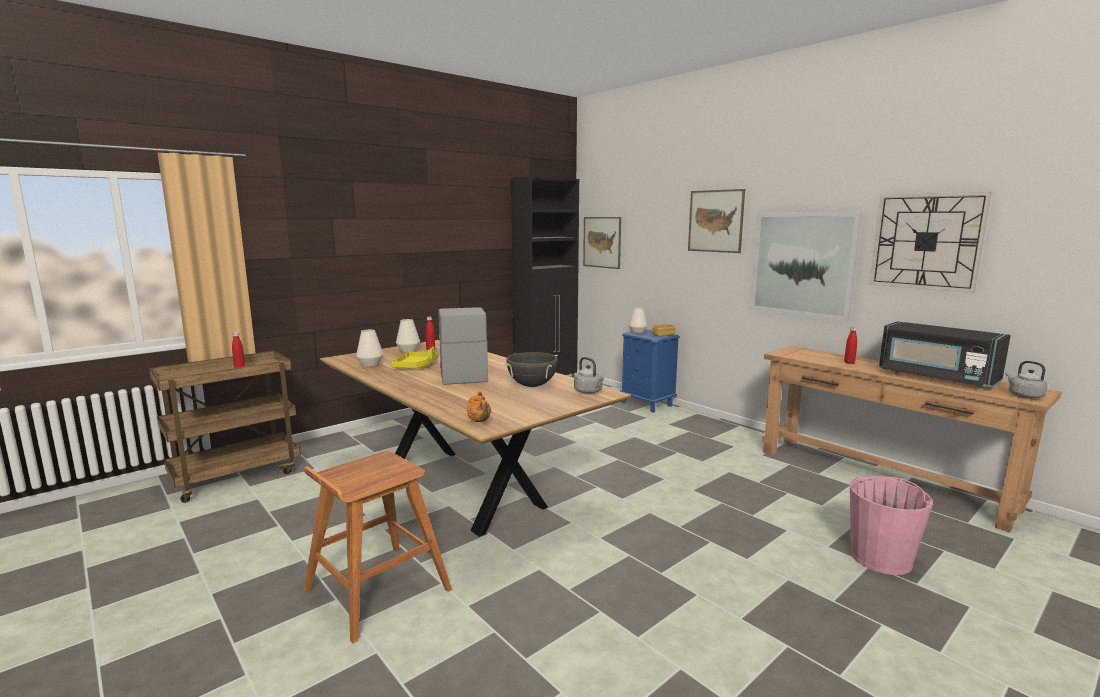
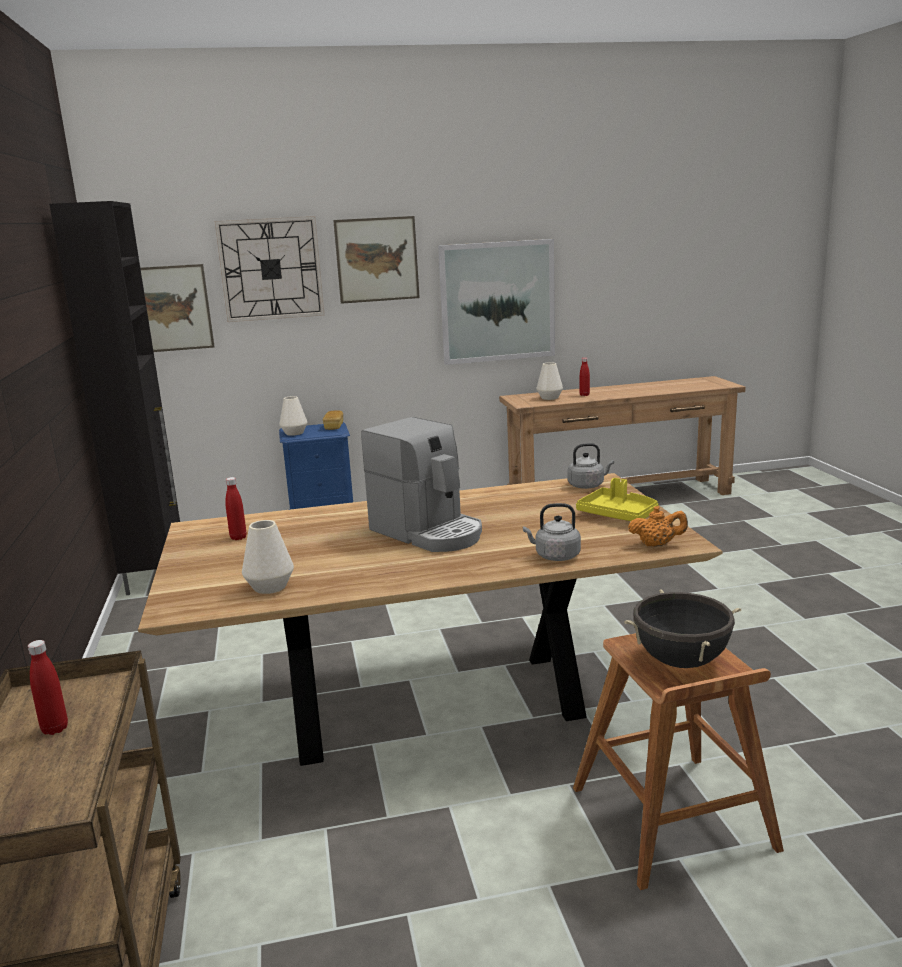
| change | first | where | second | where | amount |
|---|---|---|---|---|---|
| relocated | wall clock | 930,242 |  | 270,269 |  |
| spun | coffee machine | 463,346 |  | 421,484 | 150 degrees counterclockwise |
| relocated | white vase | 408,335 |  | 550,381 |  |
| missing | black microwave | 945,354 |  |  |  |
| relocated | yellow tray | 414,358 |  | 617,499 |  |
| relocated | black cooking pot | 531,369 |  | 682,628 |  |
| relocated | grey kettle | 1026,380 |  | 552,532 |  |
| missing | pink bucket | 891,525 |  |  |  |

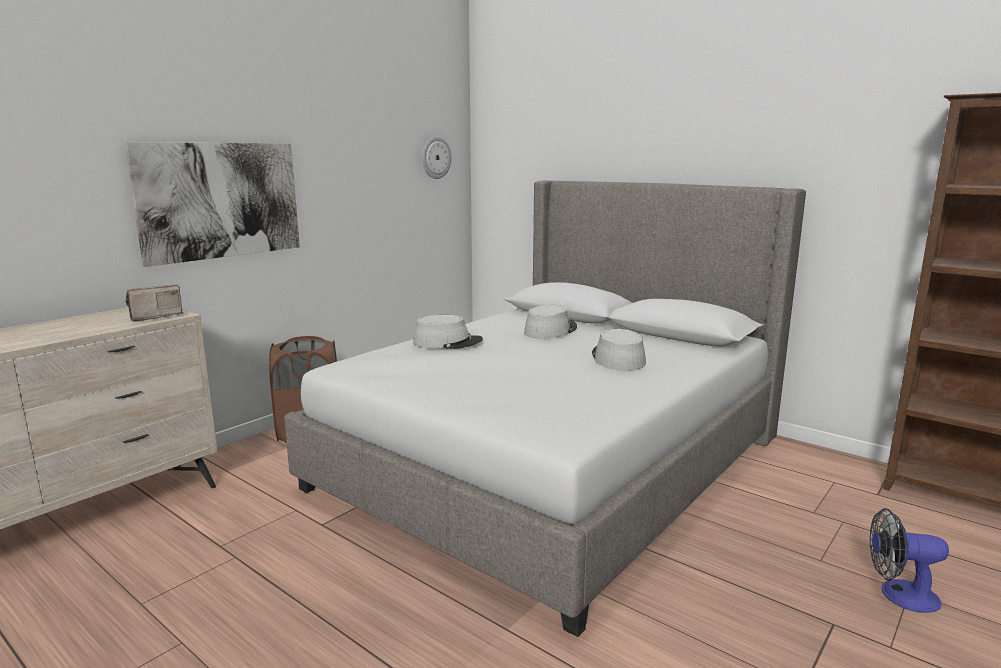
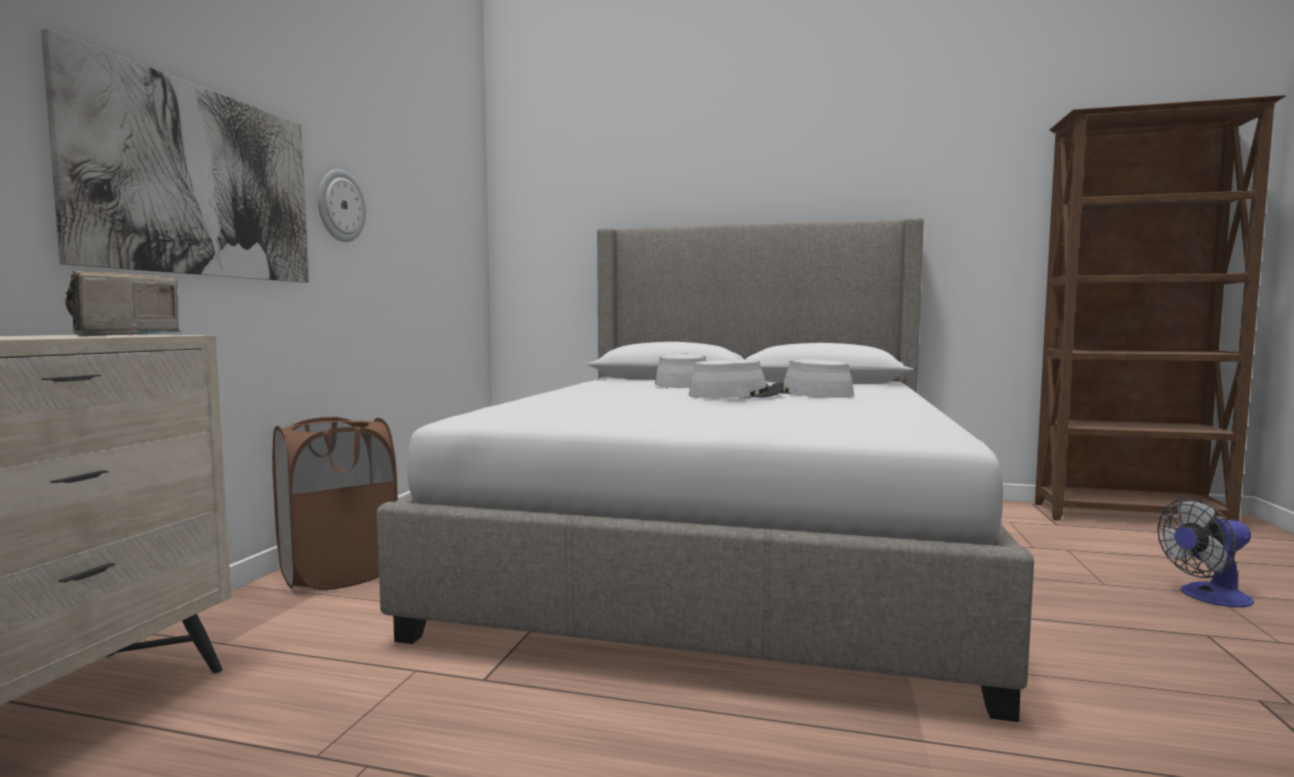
| change | first | where | second | where | amount |
|---|---|---|---|---|---|
| relocated | wall clock | 436,157 |  | 342,205 |  |
| relocated | grey hat | 448,332 |  | 736,378 |  |

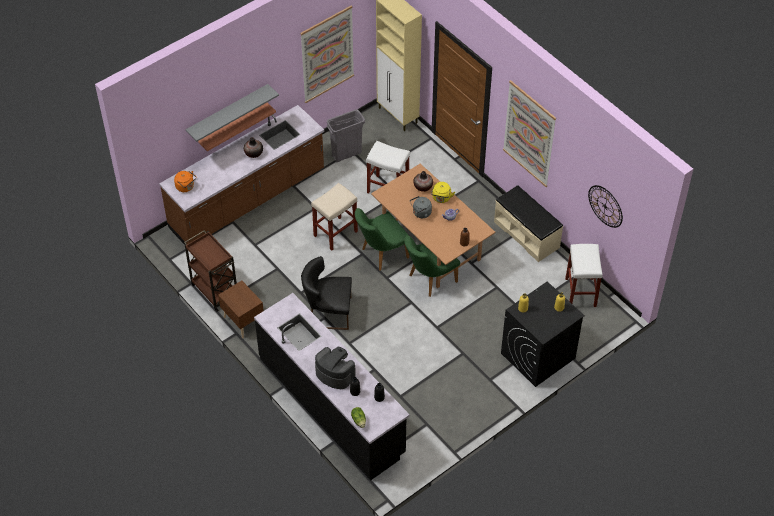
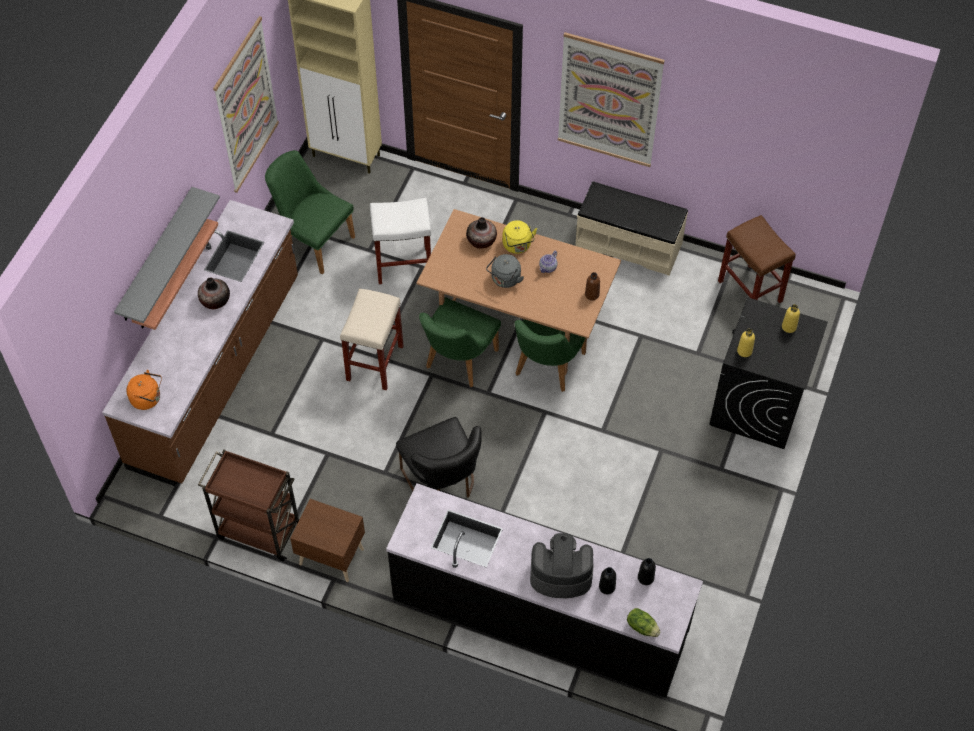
| change | first | where | second | where | amount |
|---|---|---|---|---|---|
| exchanged | grey trash can | 346,135 | green chair | 310,212 |  |
| missing | wall clock | 605,206 |  |  |  |
| colour | white stool | 584,275 | brown stool | 757,259 |  |
| spun | black chair | 326,293 |  | 439,457 | 90 degrees counterclockwise |

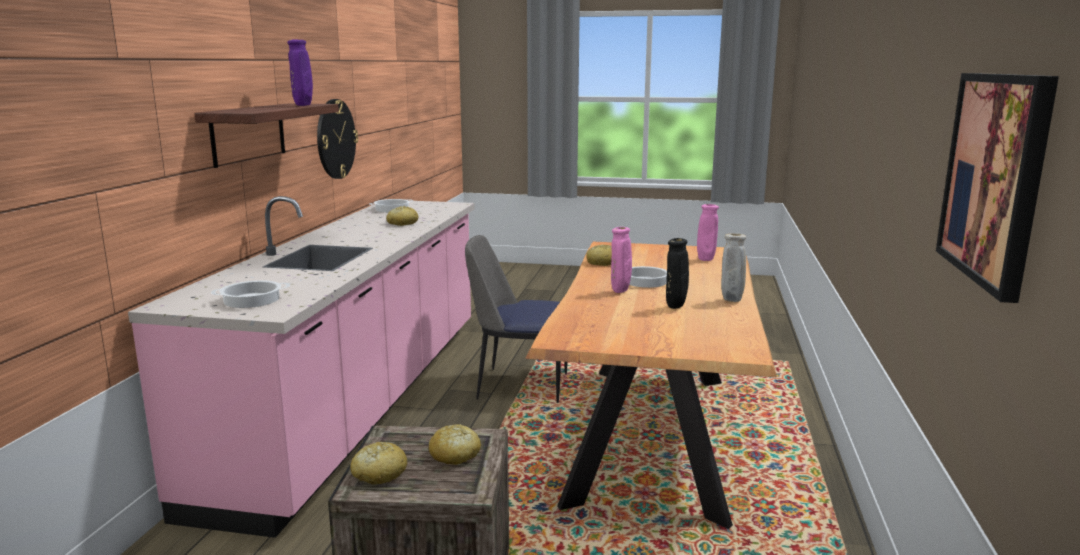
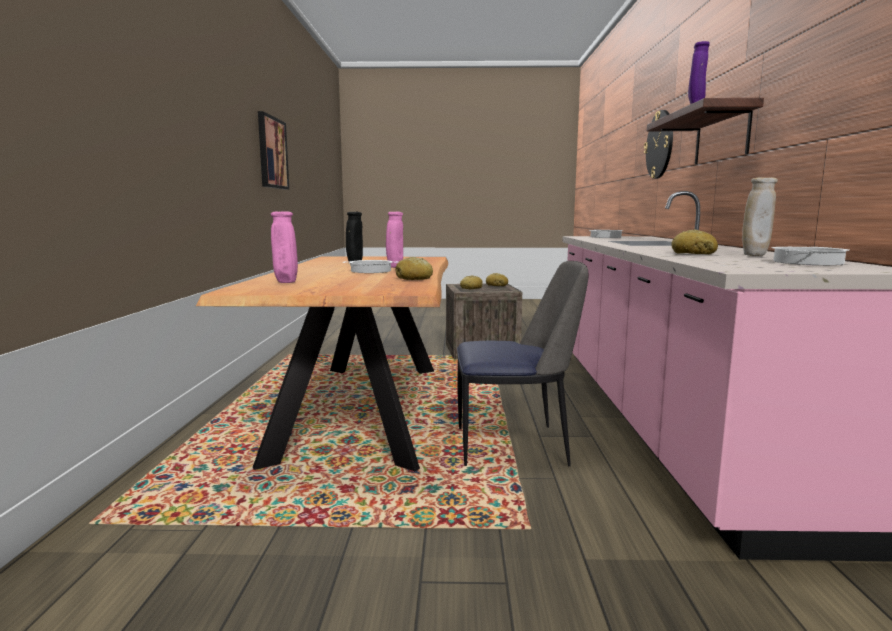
| change | first | where | second | where | amount |
|---|---|---|---|---|---|
| relocated | wall clock | 337,139 |  | 658,144 |  |
| relocated | beige vase | 733,267 |  | 760,216 |  |

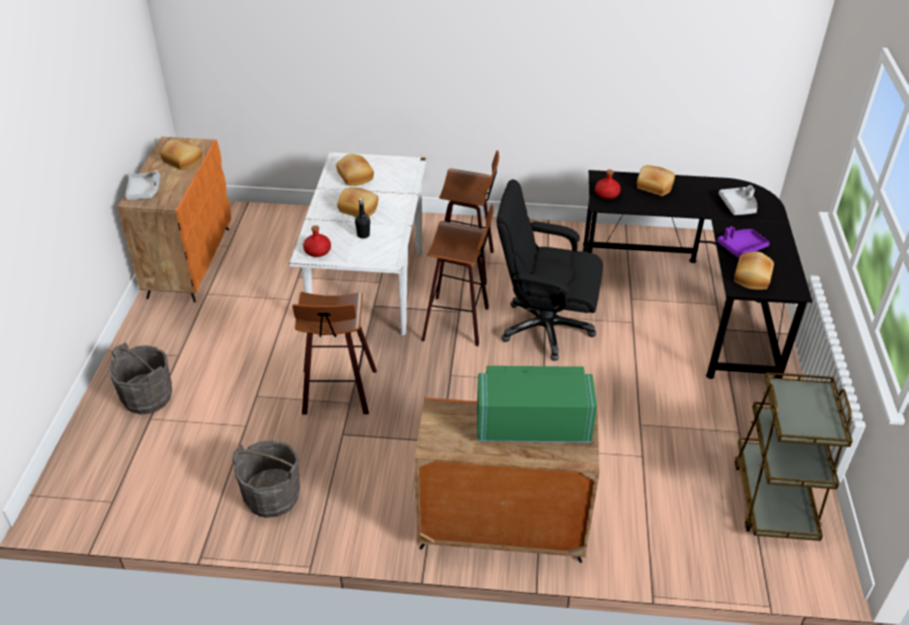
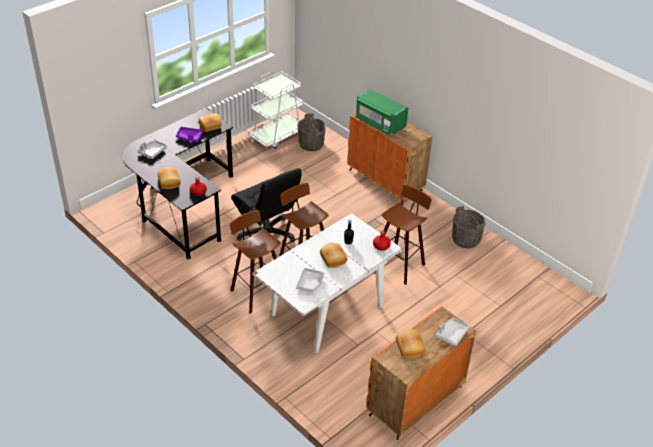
| change | first | where | second | where | amount |
|---|---|---|---|---|---|
| exchanged | bread | 355,170 | grey tray | 310,280 |  |
| relocated | grey bucket | 140,378 |  | 311,132 |  |
| colour | brown cart | 794,456 | white cart | 276,110 |  |

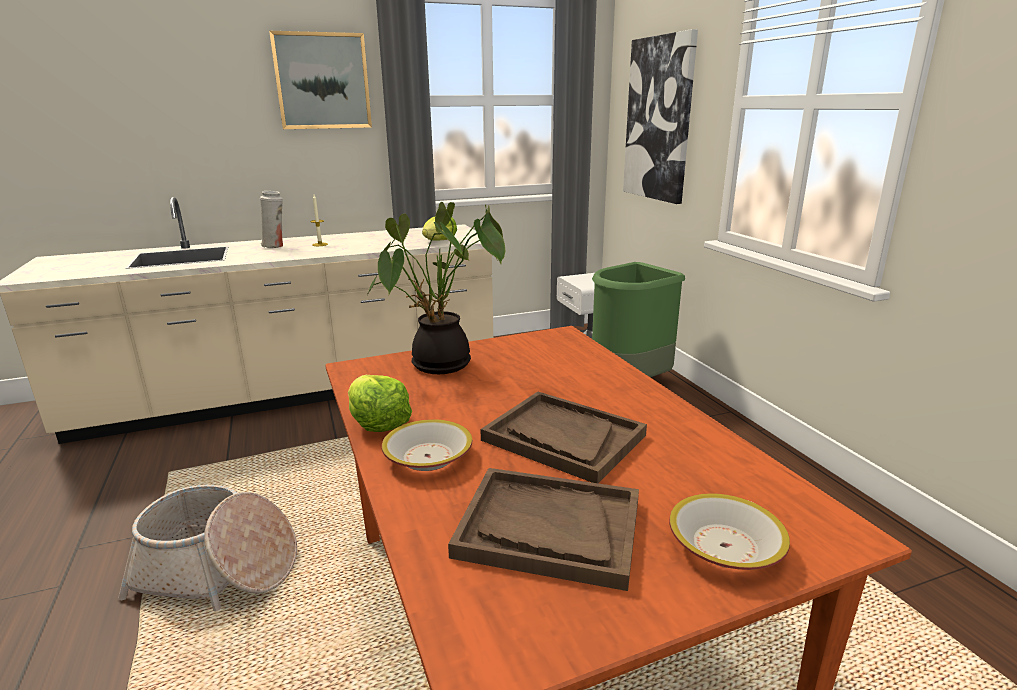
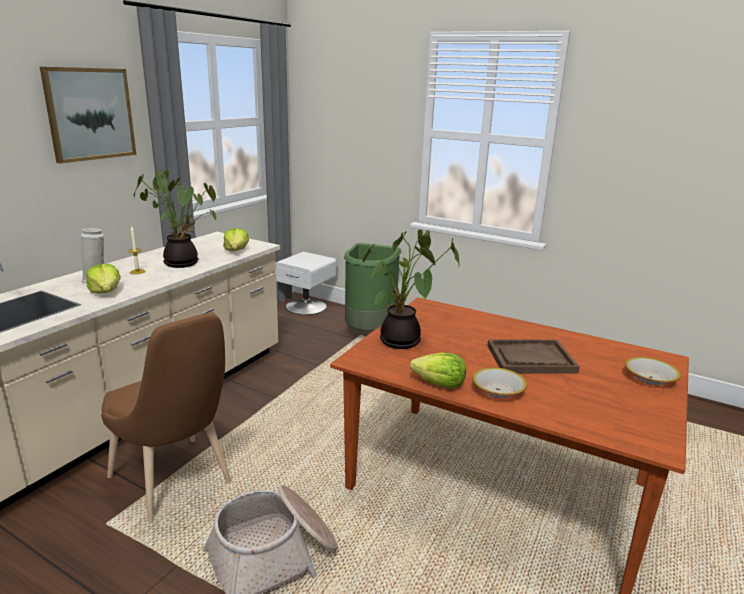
| change | first | where | second | where | amount |
|---|---|---|---|---|---|
| missing | picture | 660,116 |  |  |  |
| missing | brown tray | 543,529 |  |  |  |
| appeared |  |  | potted plant | 174,218 |  |
| appeared |  |  | lettuce | 104,279 |  |
| appeared |  |  | brown chair | 166,418 |  |

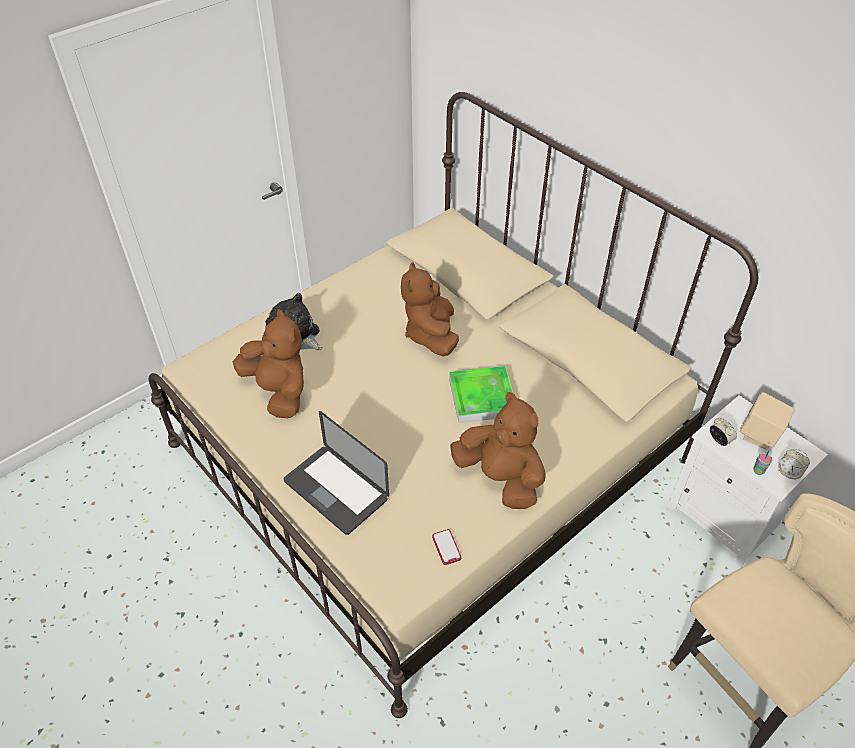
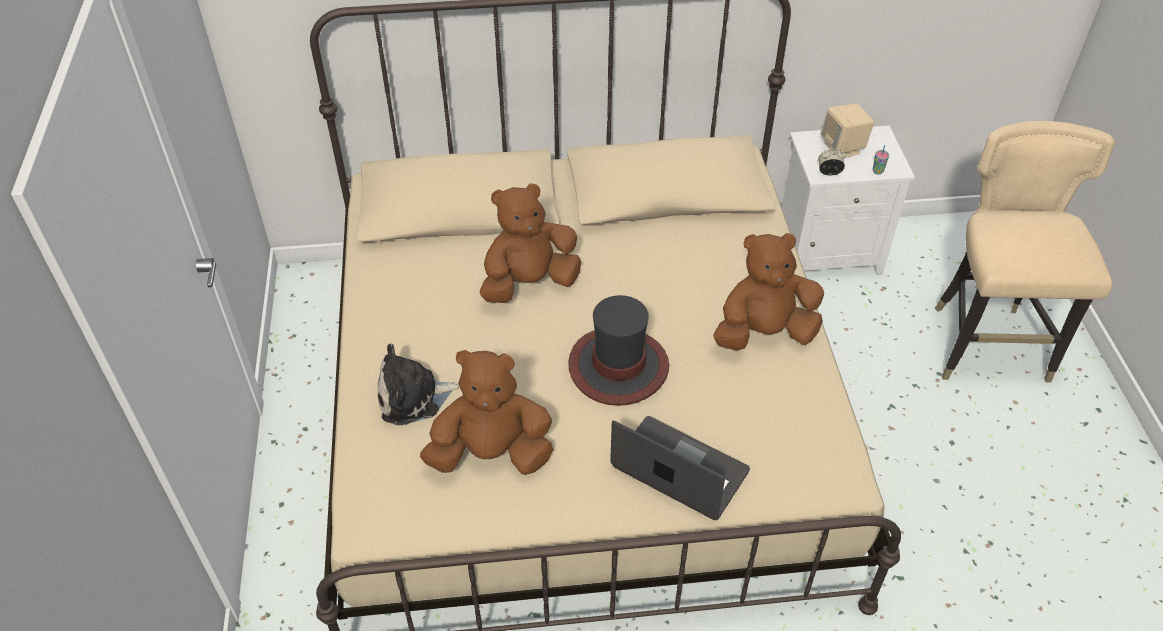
| change | first | where | second | where | amount |
|---|---|---|---|---|---|
| spun | brown plush toy | 430,309 |  | 530,243 | 120 degrees clockwise |
| missing | tray | 481,394 |  |  |  |
| spun | laptop | 336,473 |  | 680,468 | 135 degrees counterclockwise |
| missing | alarm clock | 794,465 |  |  |  |
| missing | phone | 447,547 |  |  |  |
| appeared |  |  | hat | 618,350 |  |

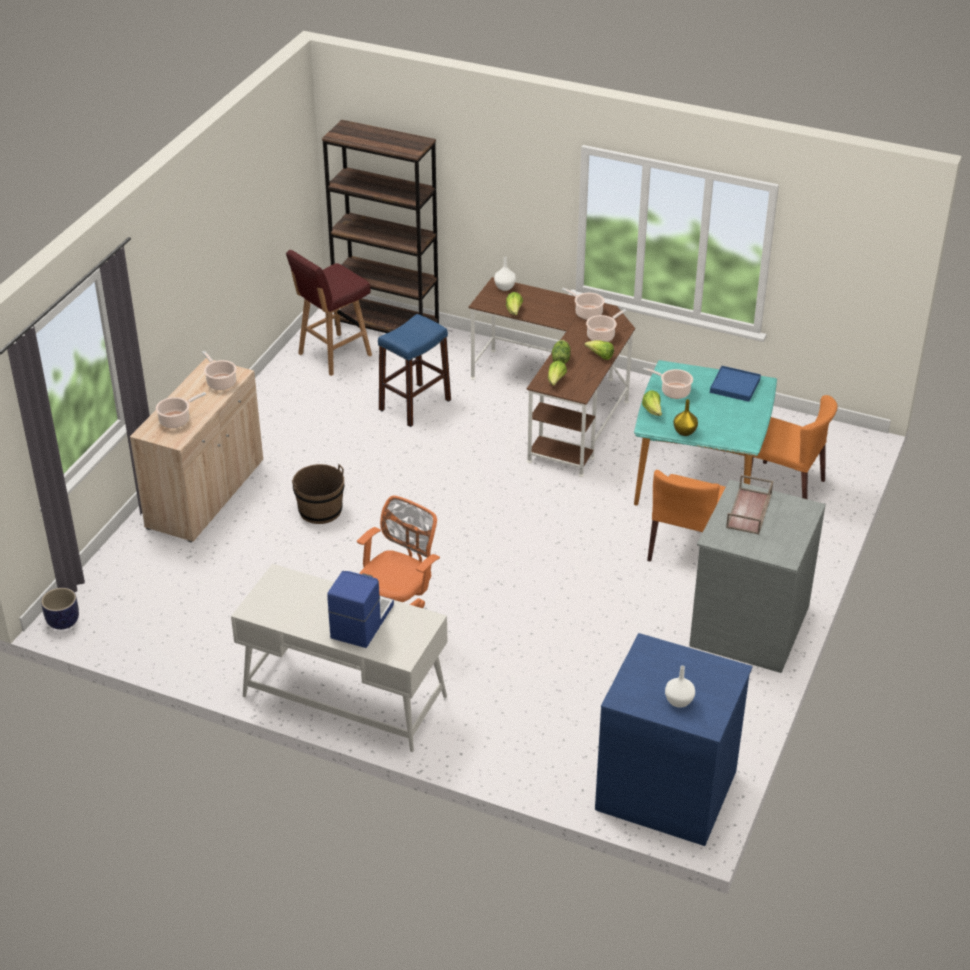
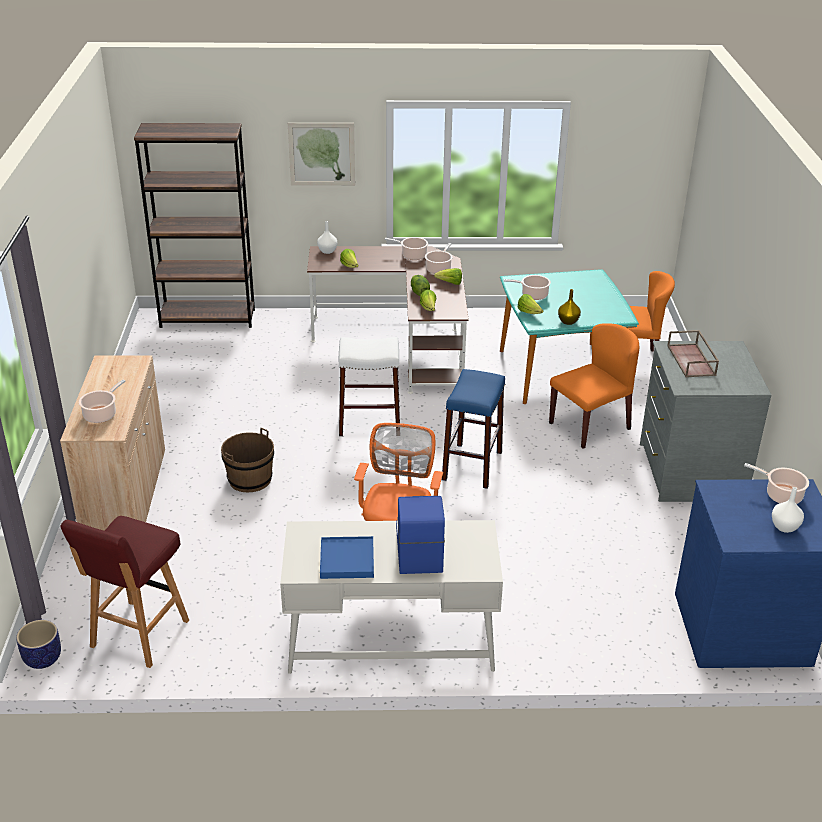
| change | first | where | second | where | amount |
|---|---|---|---|---|---|
| relocated | red stool | 329,313 |  | 124,592 |  |
| relocated | blue stool | 414,370 |  | 473,429 |  |
| relocated | cooking pot | 219,370 |  | 776,483 |  |
| relocated | blue tray | 735,384 |  | 347,557 |  |
| spun | orange chair | 686,516 |  | 594,386 | 120 degrees counterclockwise |
| appeared |  |  | picture | 321,154 |  |
| appeared |  |  | white stool | 369,386 |  |

